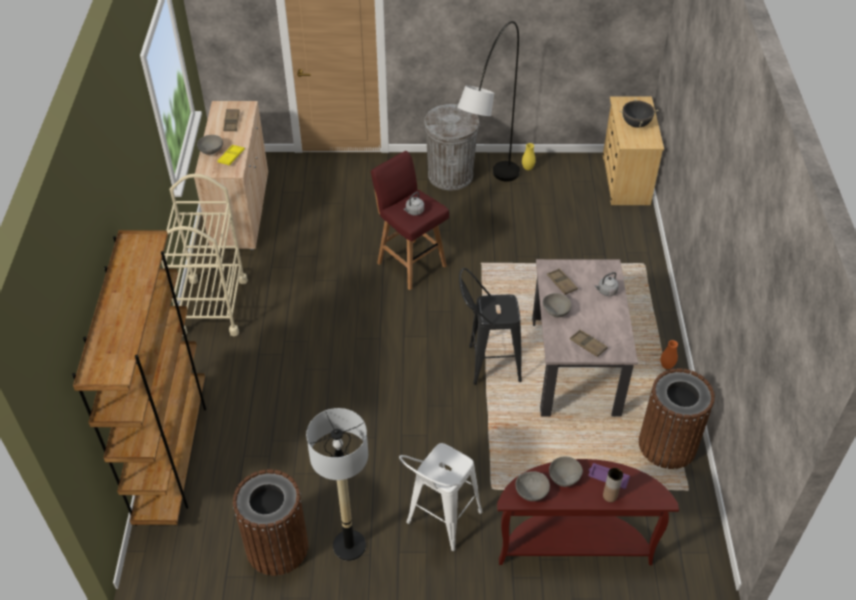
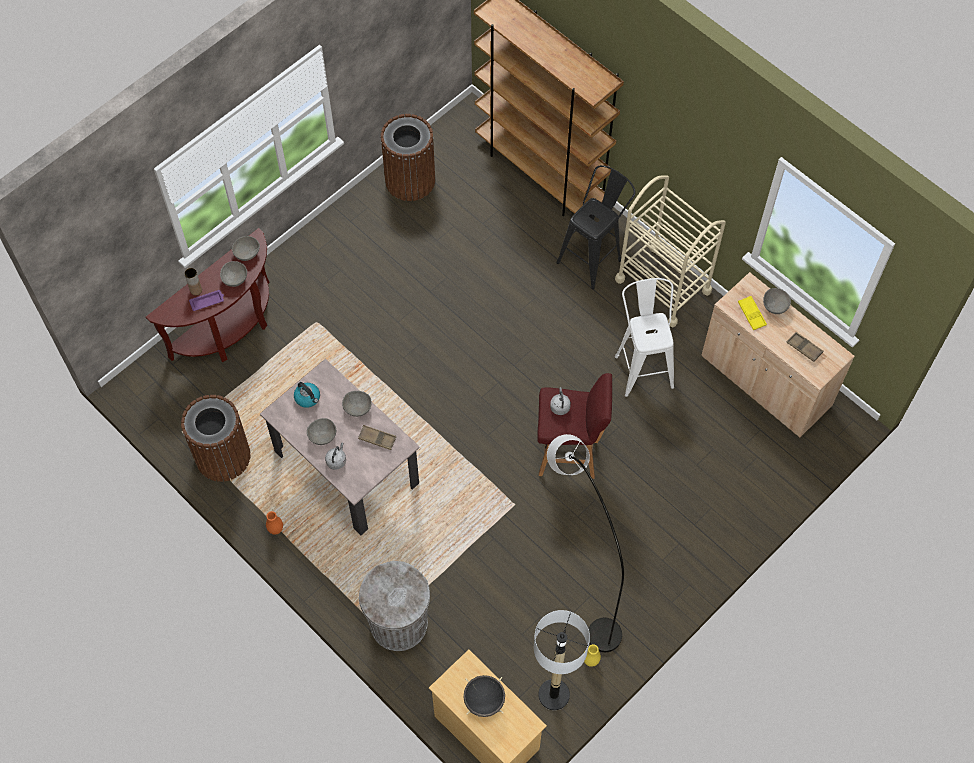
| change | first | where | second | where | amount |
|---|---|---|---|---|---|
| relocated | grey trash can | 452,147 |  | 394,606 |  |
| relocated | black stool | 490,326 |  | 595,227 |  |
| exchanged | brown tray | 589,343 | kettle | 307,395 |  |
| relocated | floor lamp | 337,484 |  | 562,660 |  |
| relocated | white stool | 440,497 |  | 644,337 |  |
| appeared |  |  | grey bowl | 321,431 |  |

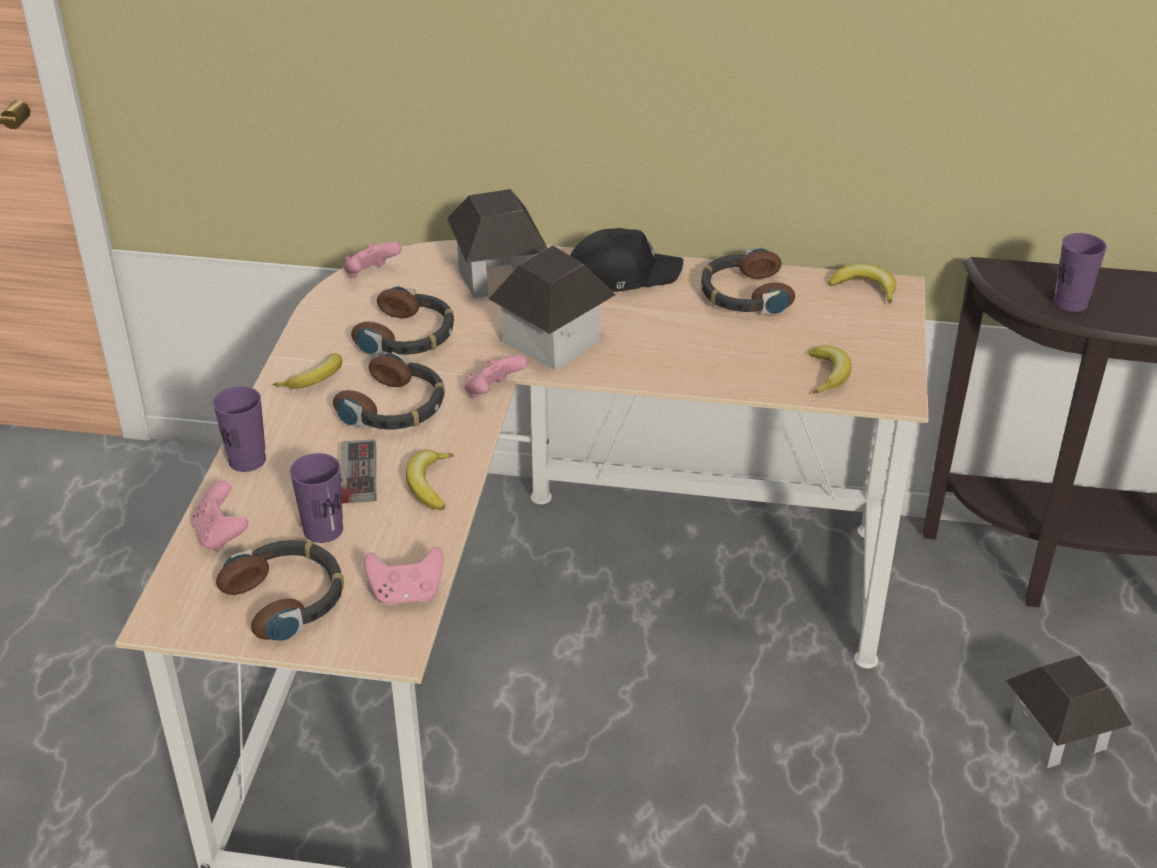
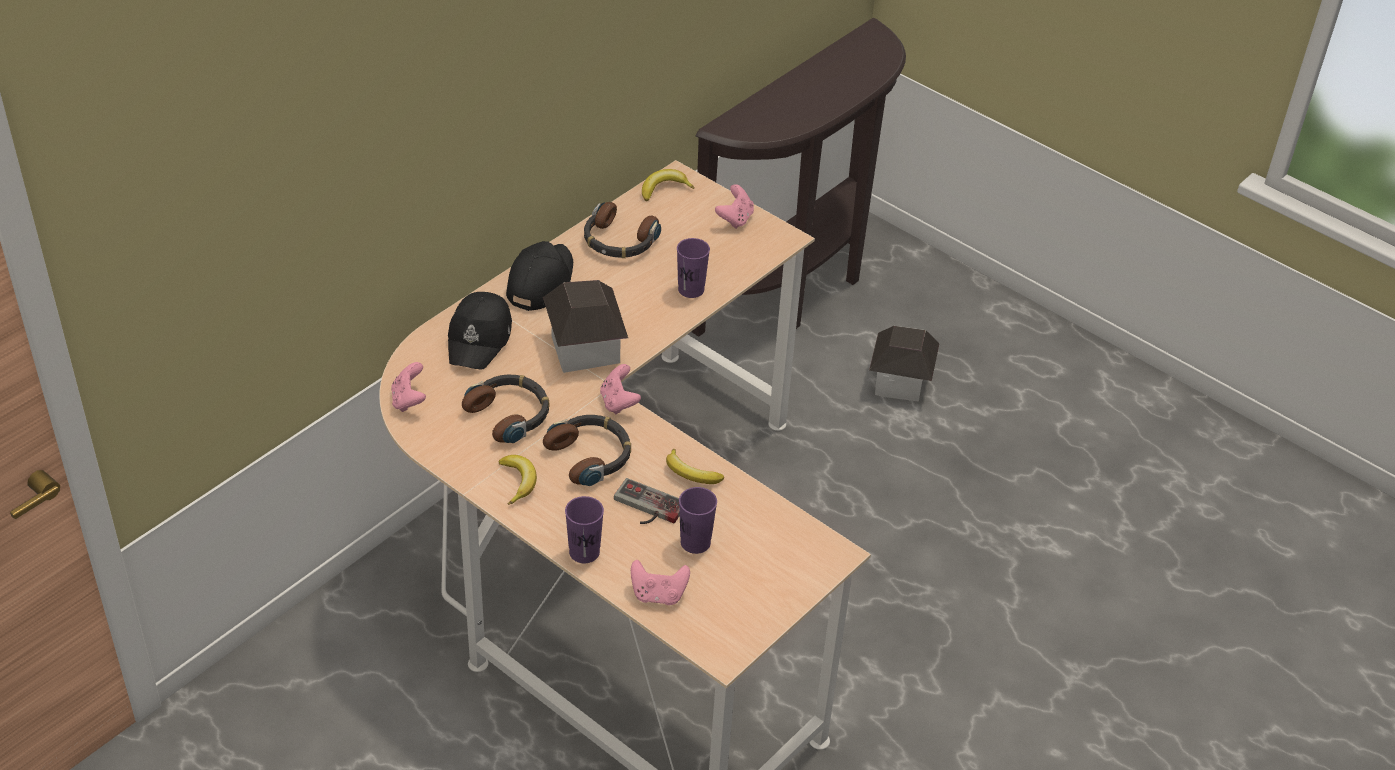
| change | first | where | second | where | amount |
|---|---|---|---|---|---|
| exchanged | toy house | 497,243 | black cap | 480,331 |  |
| relocated | purple cup | 1080,272 |  | 693,268 |  |
| missing | banana | 830,369 |  |  |  |
| missing | headphones | 280,590 |  |  |  |
| relocated | pink game controller | 403,575 |  | 734,206 |  |

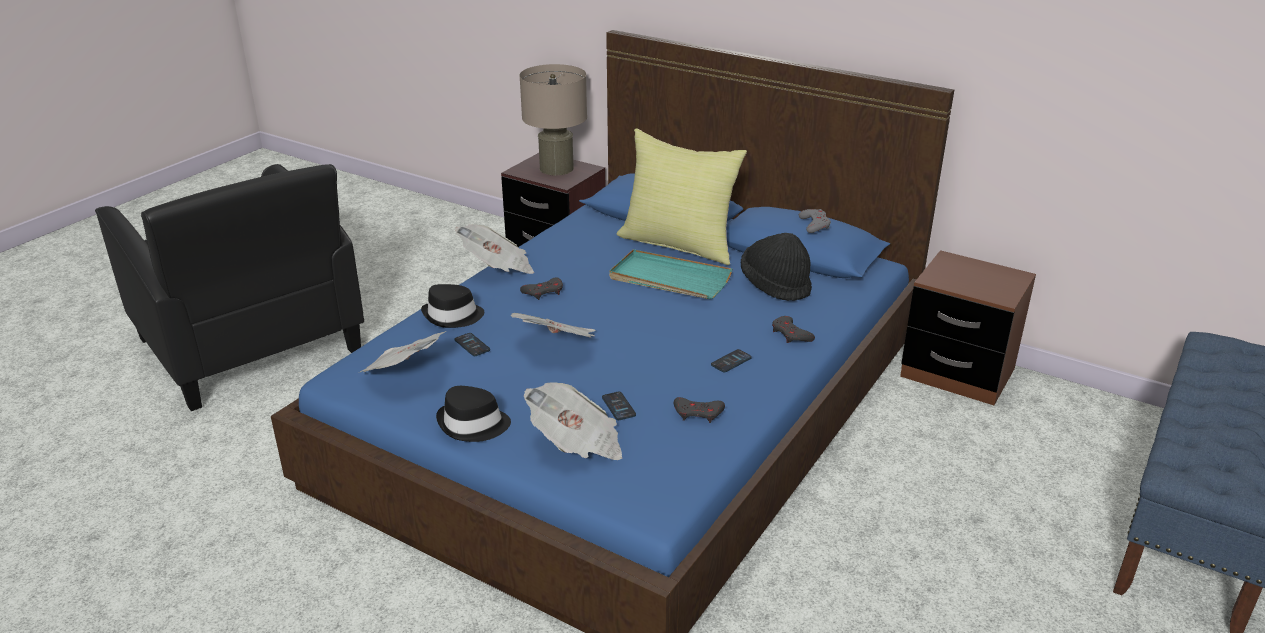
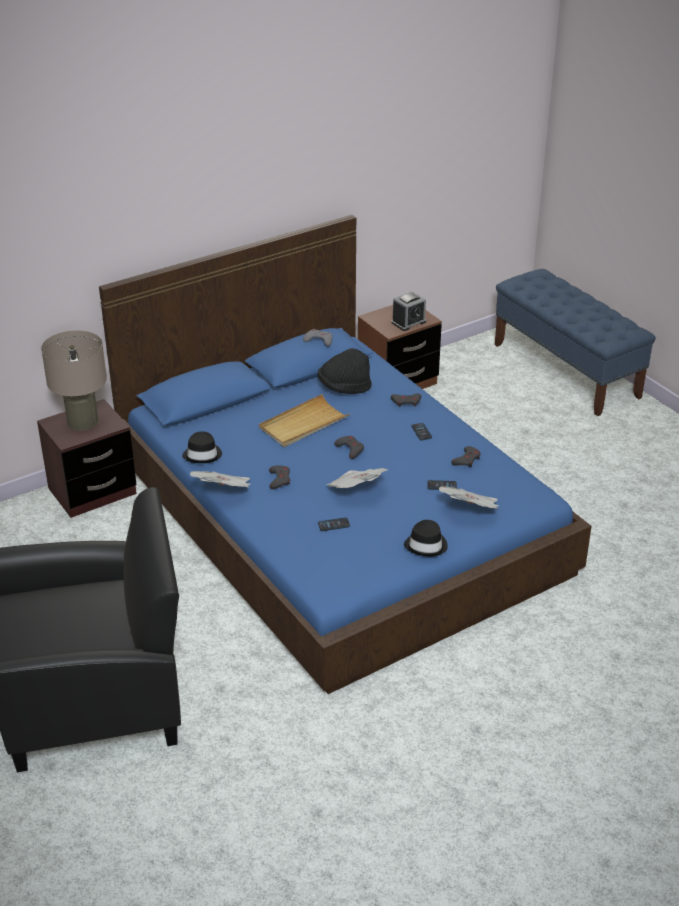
| change | first | where | second | where | amount |
|---|---|---|---|---|---|
| missing | yellow pillow | 682,196 |  |  |  |
| colour | turquoise tray | 670,274 | beige tray | 304,420 |  |
| relocated | black hat | 452,306 |  | 202,447 |  |
| missing | newspaper | 403,351 |  |  |  |
| appeared |  |  | alarm clock | 408,311 |  |
| appeared |  |  | grey game controller | 349,447 |  |

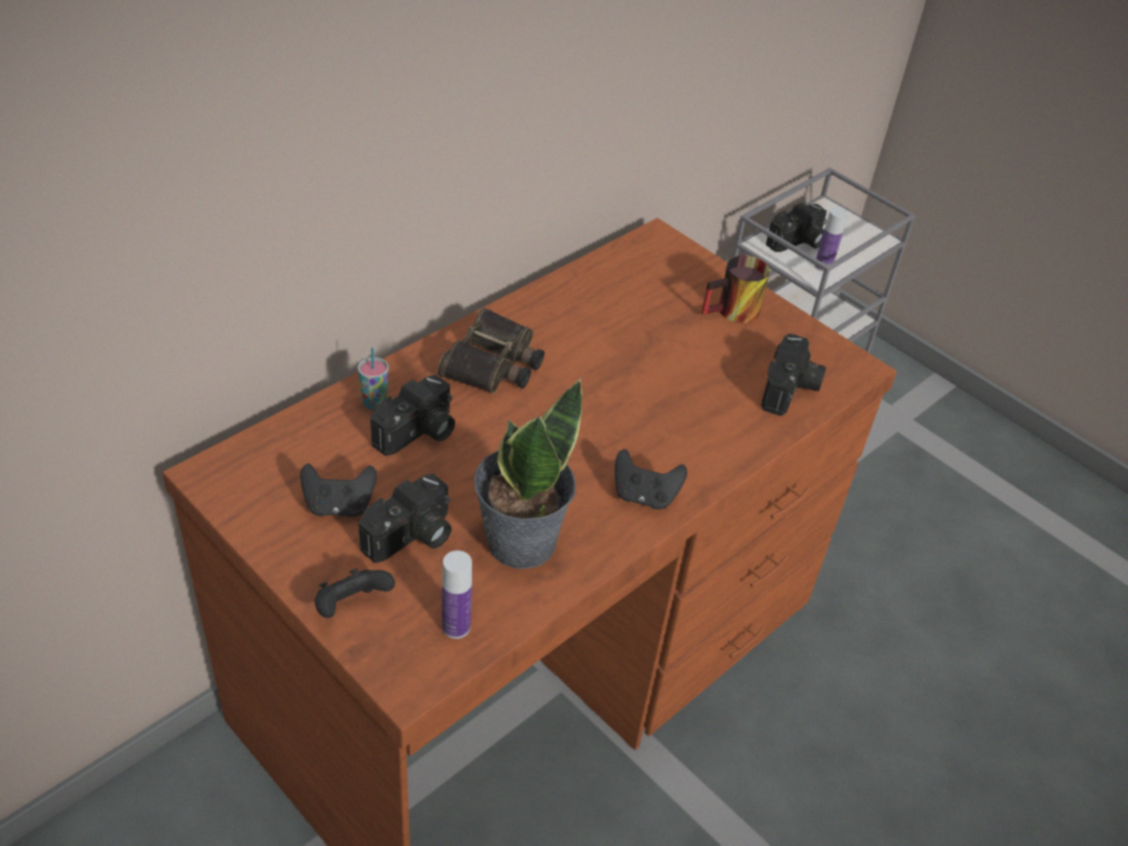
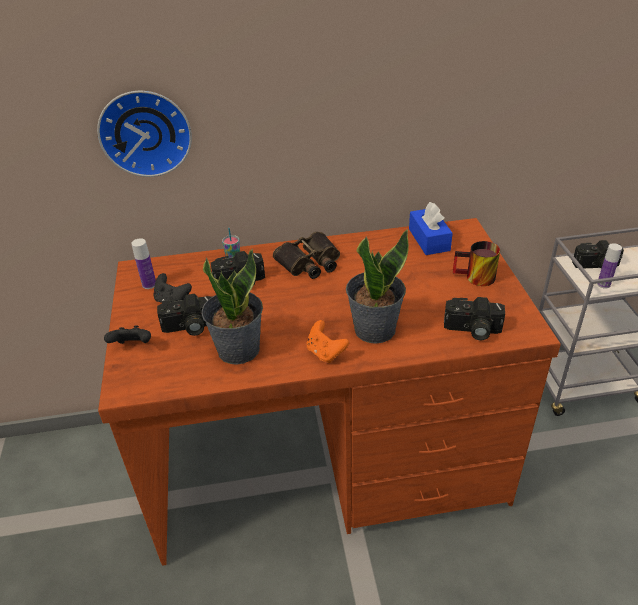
| change | first | where | second | where | amount |
|---|---|---|---|---|---|
| spun | photo camera | 794,375 |  | 474,318 | 45 degrees clockwise |
| colour | black game controller | 651,479 | orange game controller | 327,341 |  |
| relocated | bottle | 457,594 |  | 143,263 |  |
| appeared |  |  | wall clock | 144,134 |  |
| appeared |  |  | blue tissue box | 431,228 |  |
| appeared |  |  | potted plant | 377,286 |  |

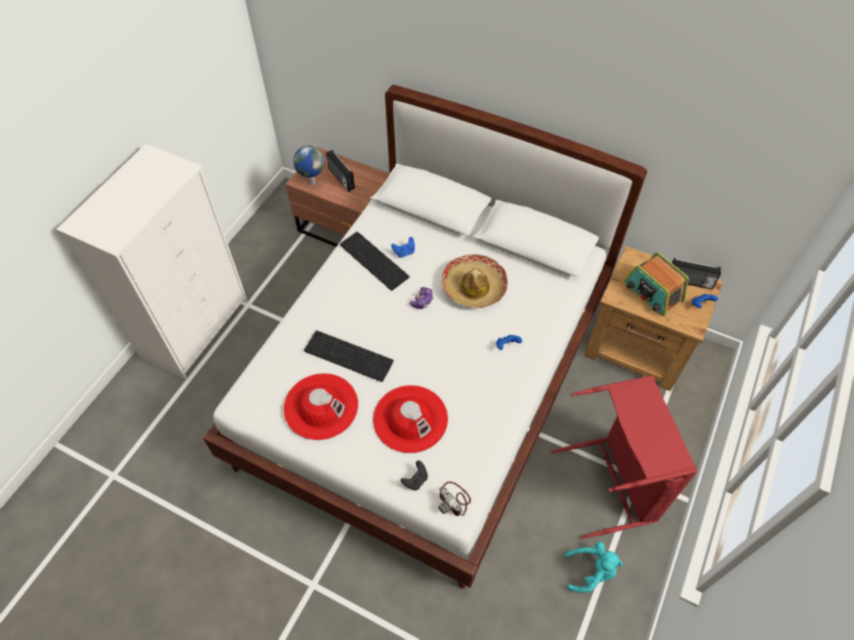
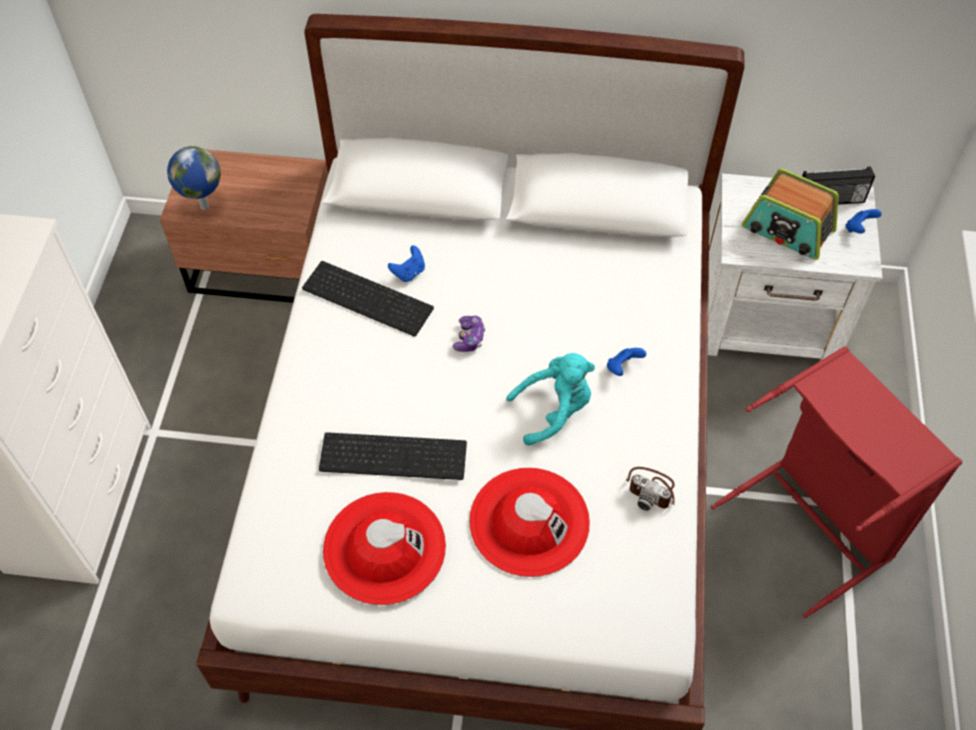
| change | first | where | second | where | amount |
|---|---|---|---|---|---|
| missing | radio | 340,171 |  |  |  |
| colour | brown nightstand | 653,318 | white nightstand | 795,267 |  |
| missing | hat | 474,281 |  |  |  |
| missing | black game controller | 414,475 |  |  |  |
| relocated | photo camera | 454,498 |  | 650,489 |  |
| relocated | turquoise plush toy | 593,567 |  | 550,399 |  |

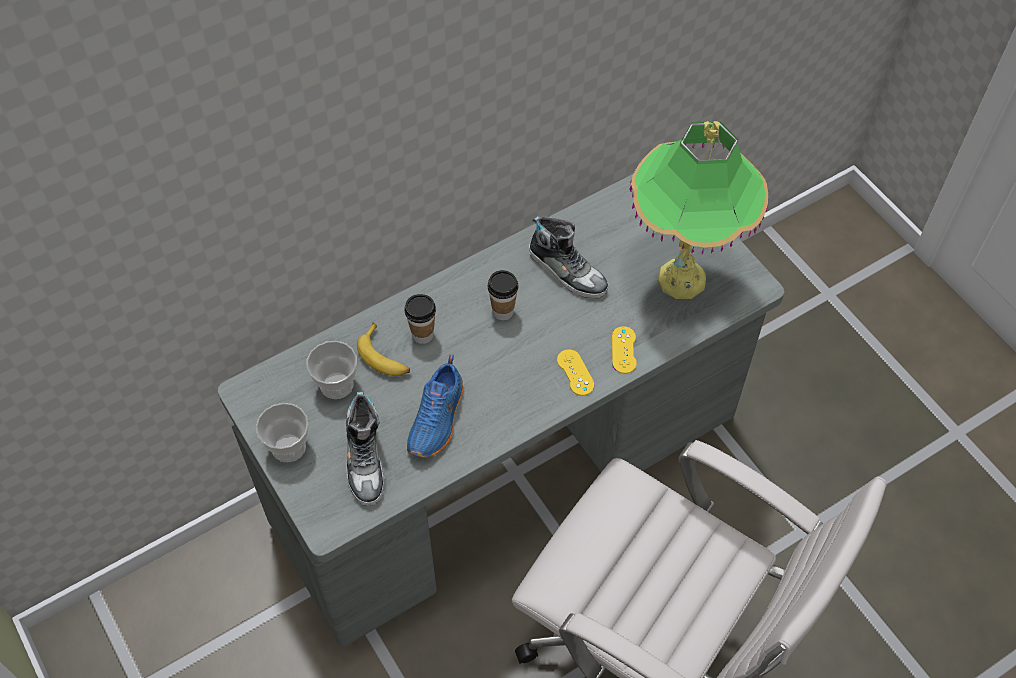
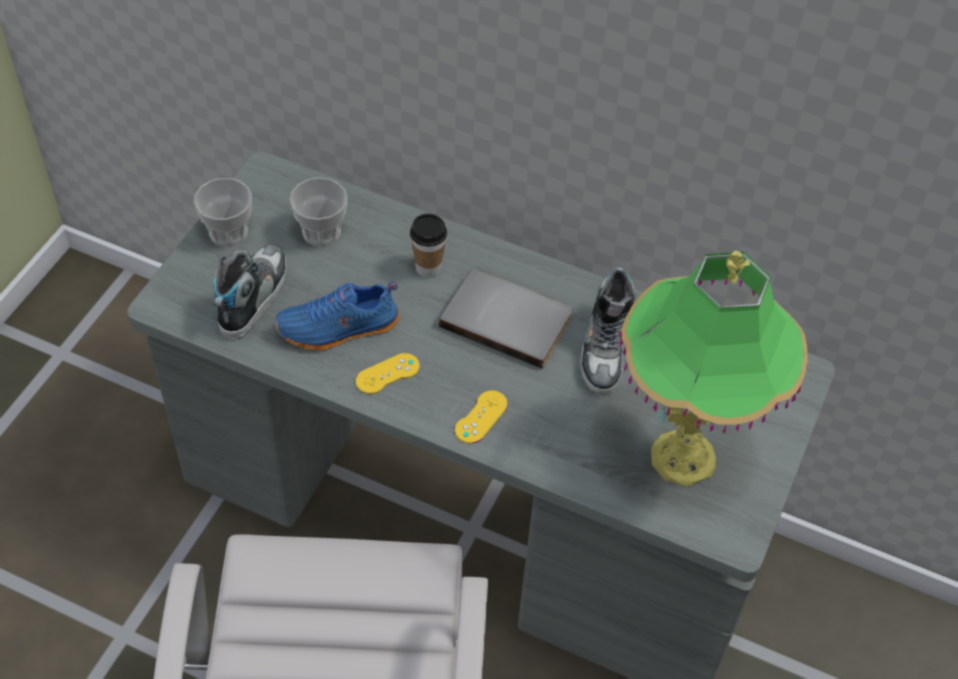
| change | first | where | second | where | amount |
|---|---|---|---|---|---|
| exchanged | cup | 503,295 | grey book | 505,318 |  |
| missing | banana | 383,349 |  |  |  |
| relocated | yellow game controller | 624,350 |  | 388,373 |  |
| spun | shoe | 365,449 |  | 250,292 | 150 degrees clockwise |

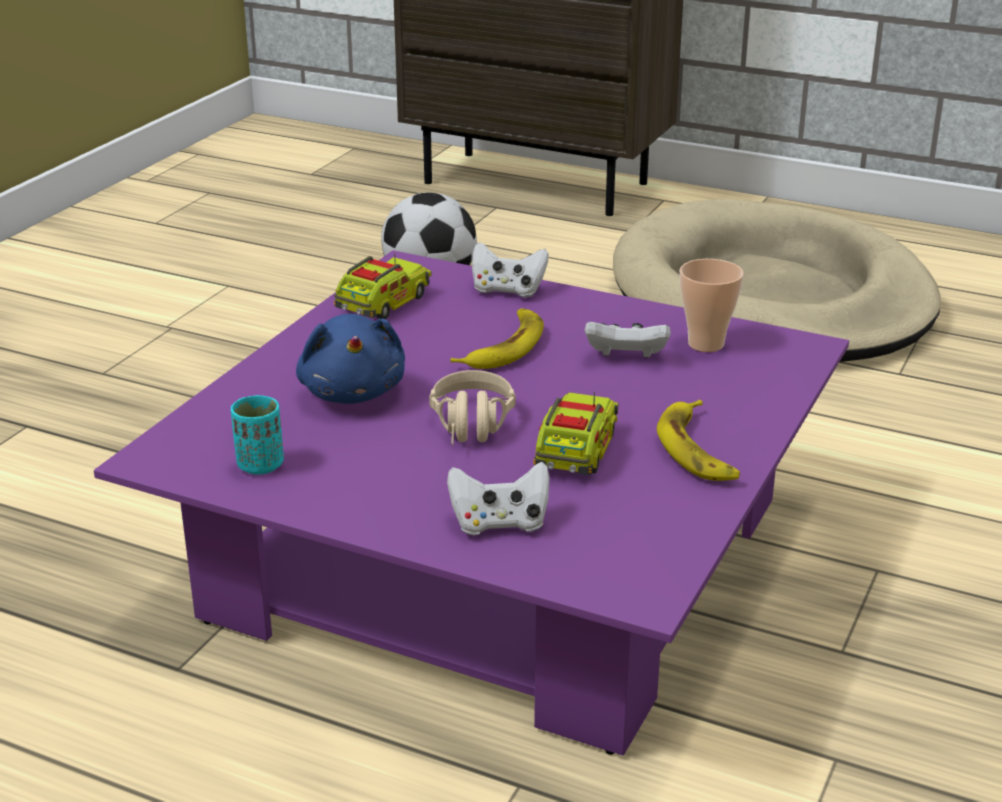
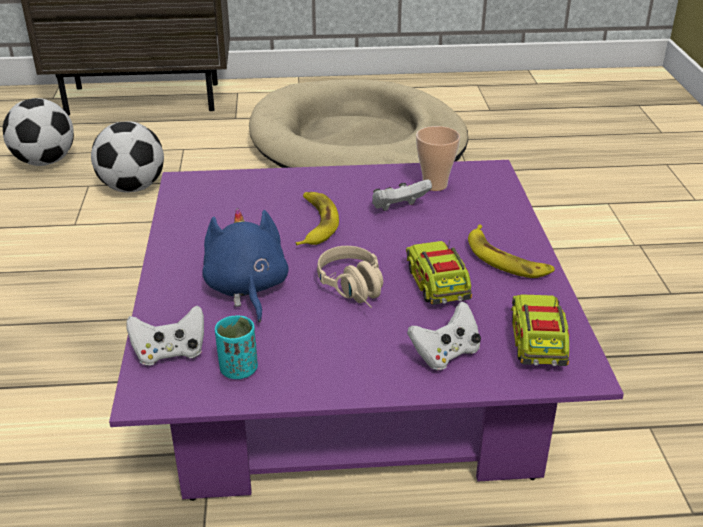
| change | first | where | second | where | amount |
|---|---|---|---|---|---|
| relocated | white game controller | 510,269 |  | 165,335 |  |
| relocated | toy truck | 382,286 |  | 540,330 |  |
| spun | blue plush toy | 350,359 |  | 245,265 | 150 degrees counterclockwise |
| appeared |  |  | football | 38,132 |  |

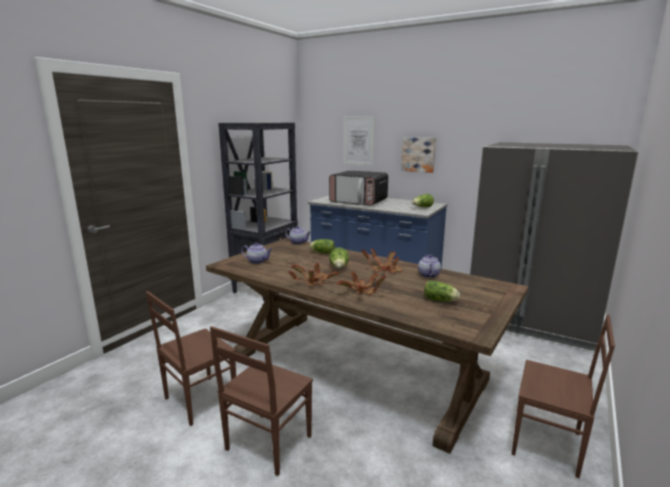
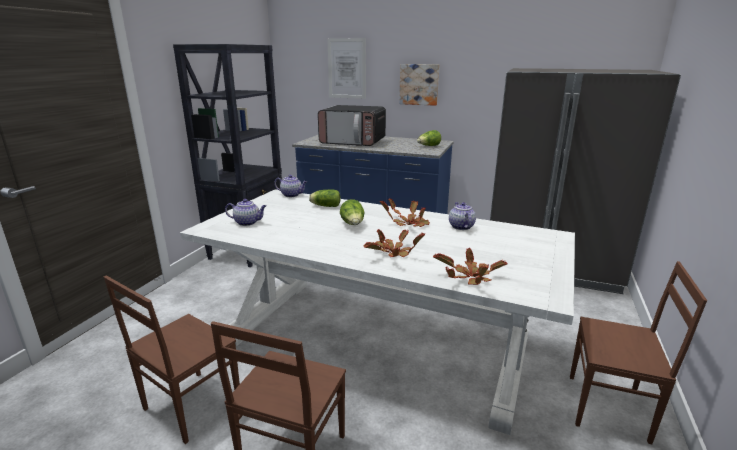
| change | first | where | second | where | amount |
|---|---|---|---|---|---|
| colour | brown dining table | 367,346 | white dining table | 377,312 |  |
| relocated | potted plant | 313,274 |  | 470,266 |  |
| missing | lettuce | 442,291 |  |  |  |

